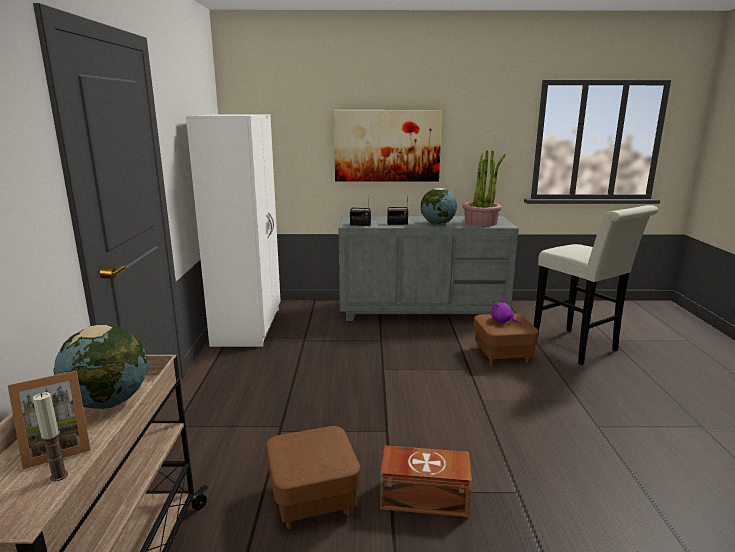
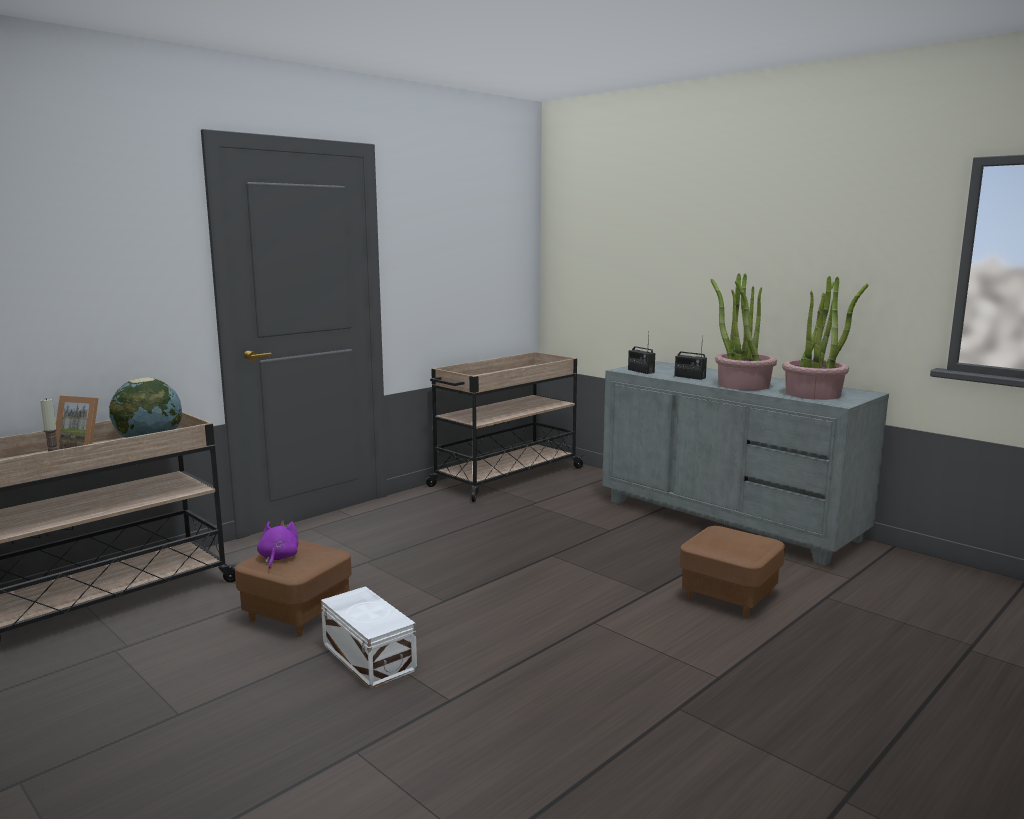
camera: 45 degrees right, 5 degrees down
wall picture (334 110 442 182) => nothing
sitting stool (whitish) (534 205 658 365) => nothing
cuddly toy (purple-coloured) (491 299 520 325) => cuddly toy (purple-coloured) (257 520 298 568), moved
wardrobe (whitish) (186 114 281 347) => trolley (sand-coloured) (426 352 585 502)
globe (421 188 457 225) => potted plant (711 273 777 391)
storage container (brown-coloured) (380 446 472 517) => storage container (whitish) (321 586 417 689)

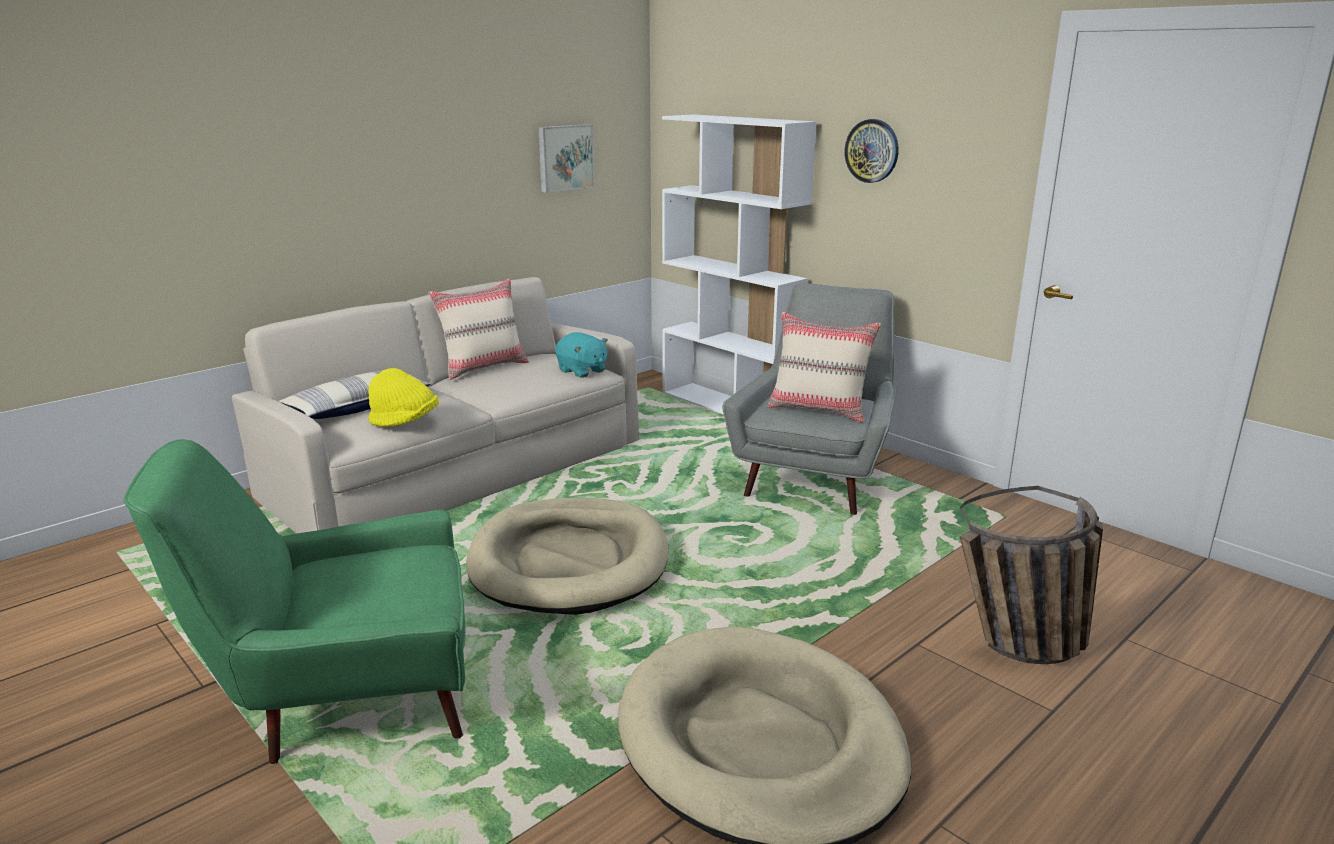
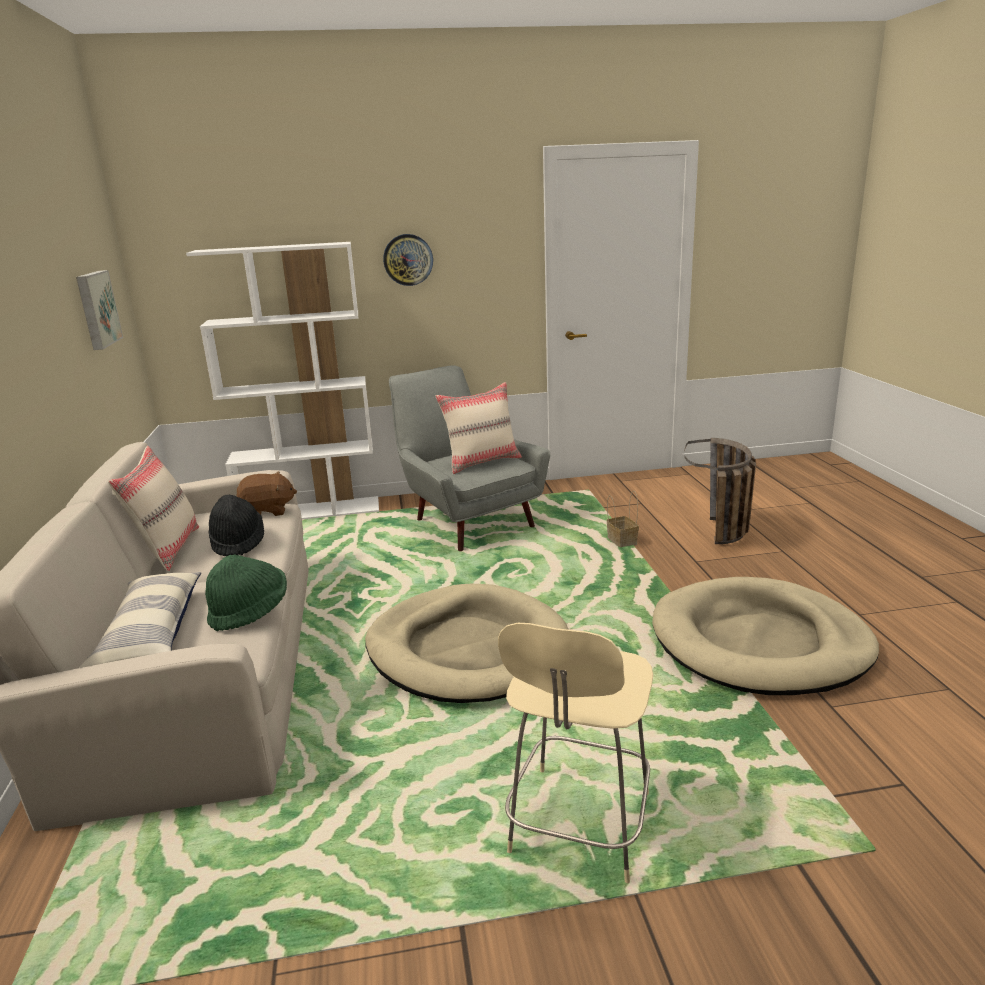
camera: 55 degrees left, 0 degrees up
nothing => clothing hat (black) (209 495 264 556)
nothing => household basket (607 491 639 547)
armchair (green) (124 439 466 764) => sitting stool (sand-coloured) (498 623 653 883)
clothing hat (yellowish) (368 368 439 427) => clothing hat (green) (205 554 287 631)
cuddly toy (turquoise) (555 332 608 378) => cuddly toy (brown-coloured) (237 472 297 516)

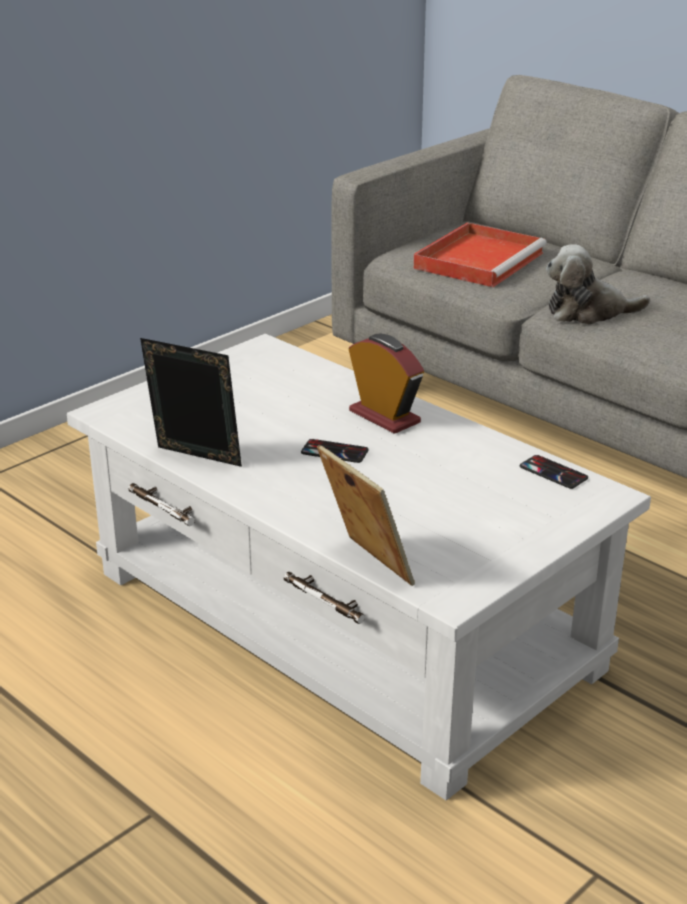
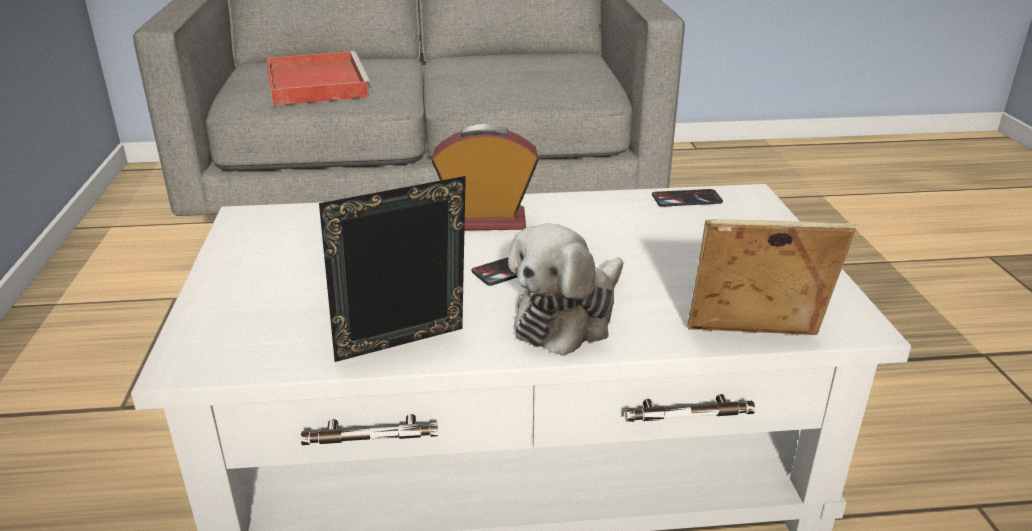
camera: 50 degrees left, 0 degrees up
cuddly toy (546 244 650 325) => cuddly toy (508 223 623 356), moved

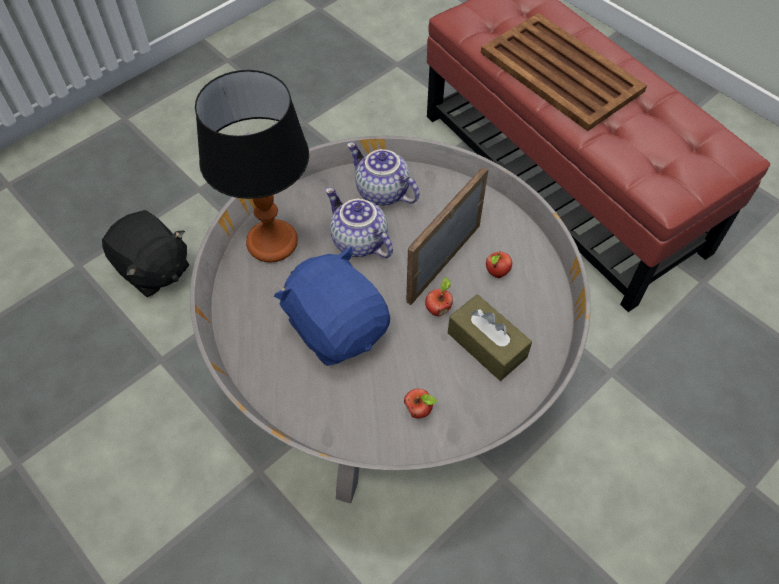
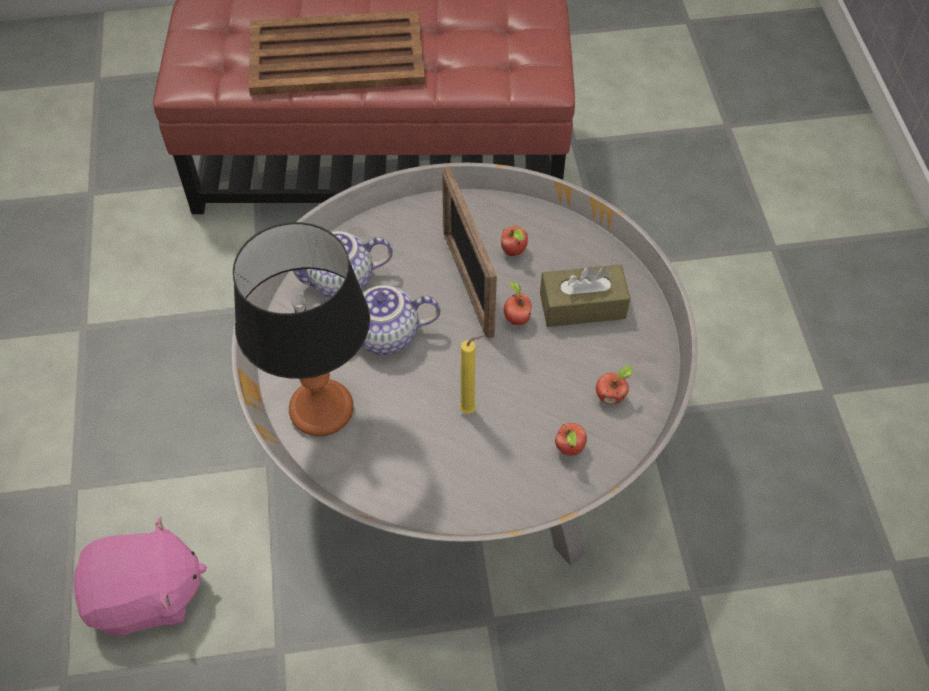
camera: 55 degrees left, 0 degrees up
nothing => apple fruit (555 423 587 456)
cuddly toy (blue) (274 247 390 366) => wax light (yellowish) (460 336 483 414)
cuddly toy (black) (102 210 190 297) => cuddly toy (pink) (74 516 207 636)

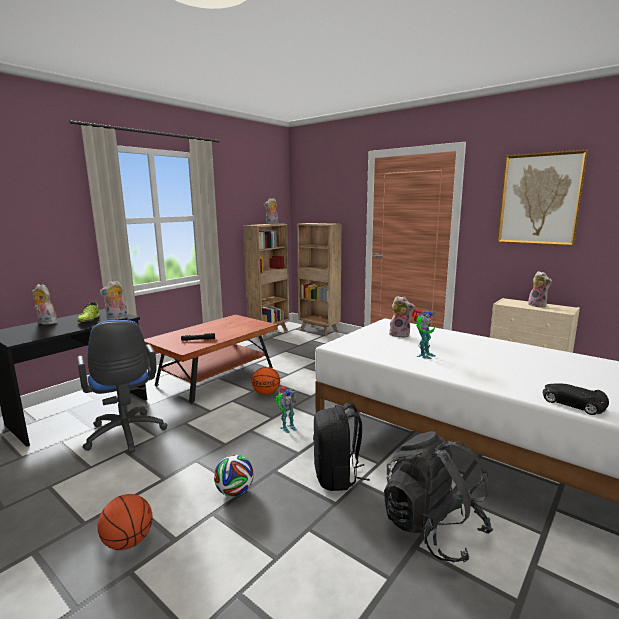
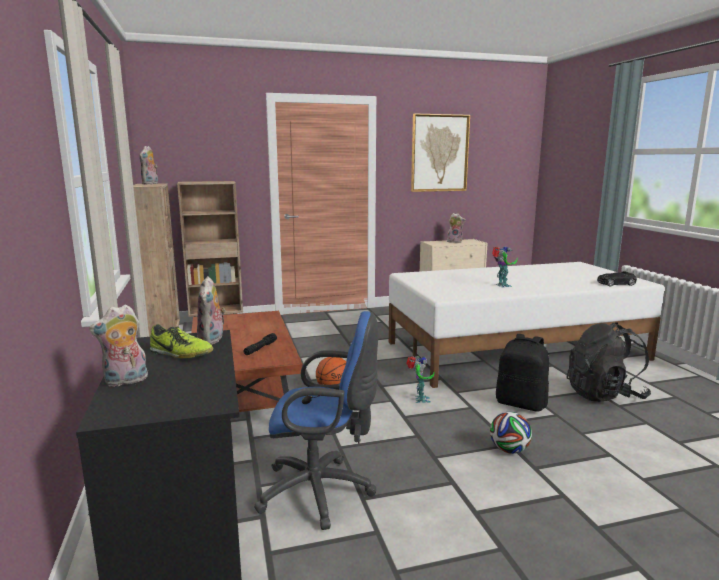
camera: 55 degrees left, 0 degrees up
basketball (98 494 152 550) => nothing
cuddly toy (389 296 415 338) => nothing

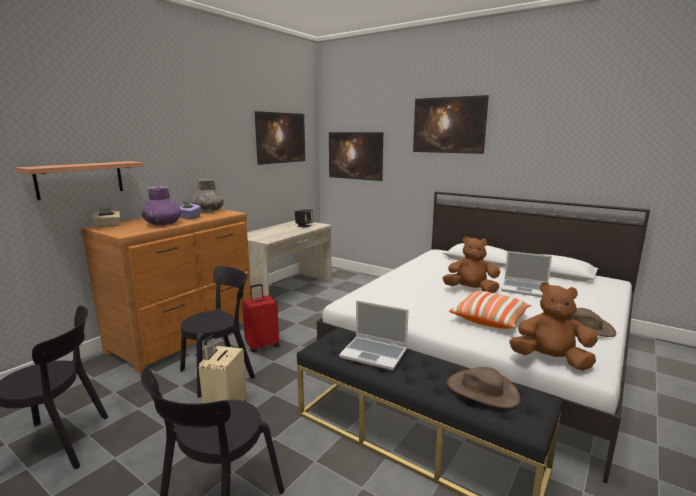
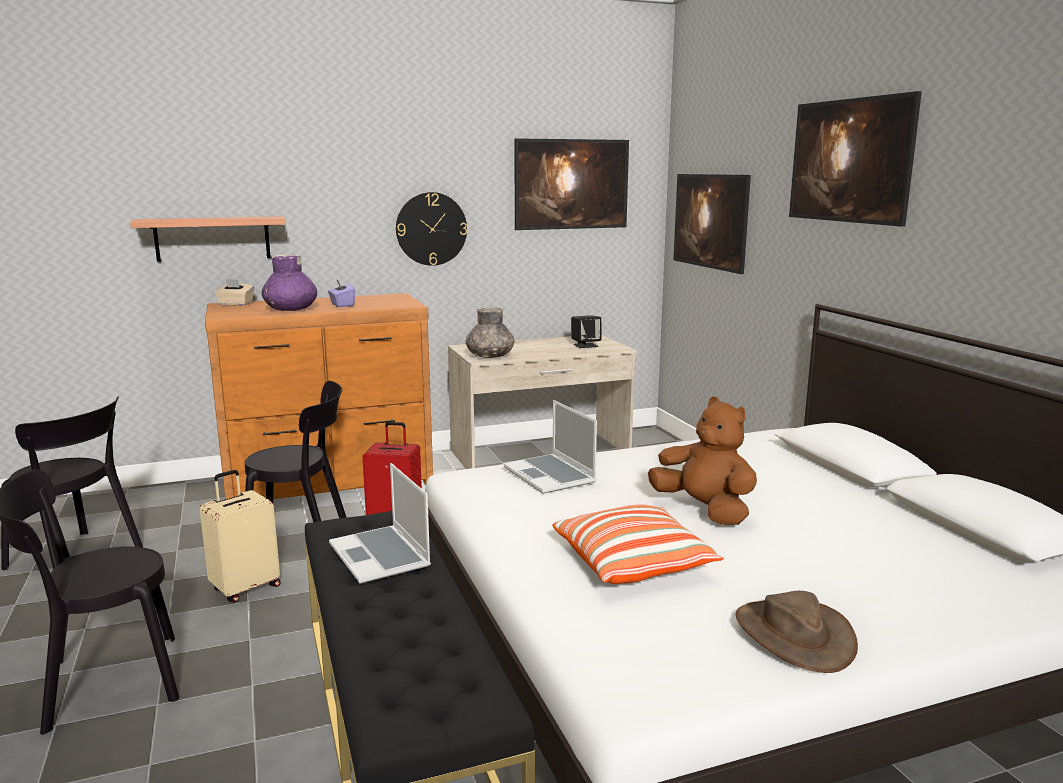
camera: 35 degrees right, 0 degrees up
clothing hat (brown-coloured) (447 367 520 408) => nothing
cuddly toy (brown-coloured) (509 282 598 371) => nothing
nothing => clock on the wall (396 192 467 266)
decorative vase (gray) (191 179 224 212) => decorative vase (gray) (466 307 514 358), moved
notebook computer (501 251 552 297) => notebook computer (504 400 597 494), moved

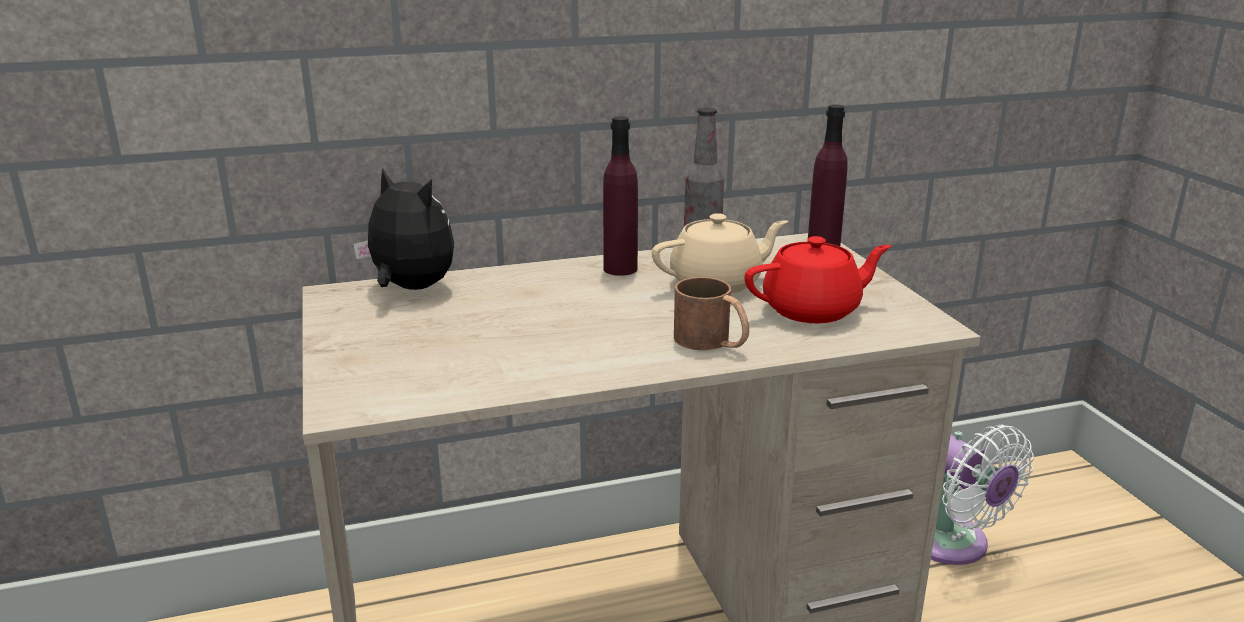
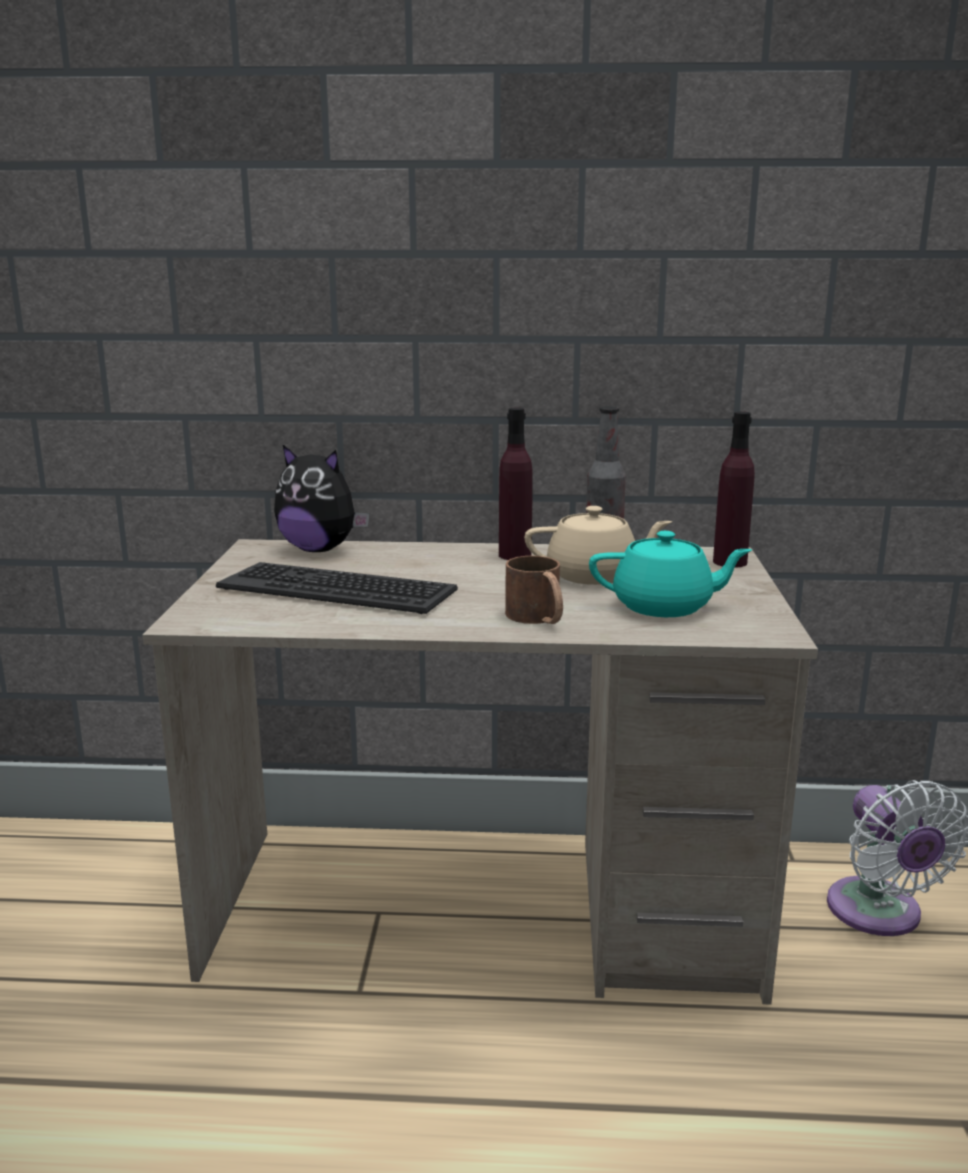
camera: 20 degrees right, 5 degrees down
nothing => computer keyboard (216 562 458 614)
tea pot (reddish) (744 236 892 323) => tea pot (turquoise) (589 531 752 617)
cuddly toy (353 168 454 290) => cuddly toy (274 445 369 552), 150 degrees clockwise

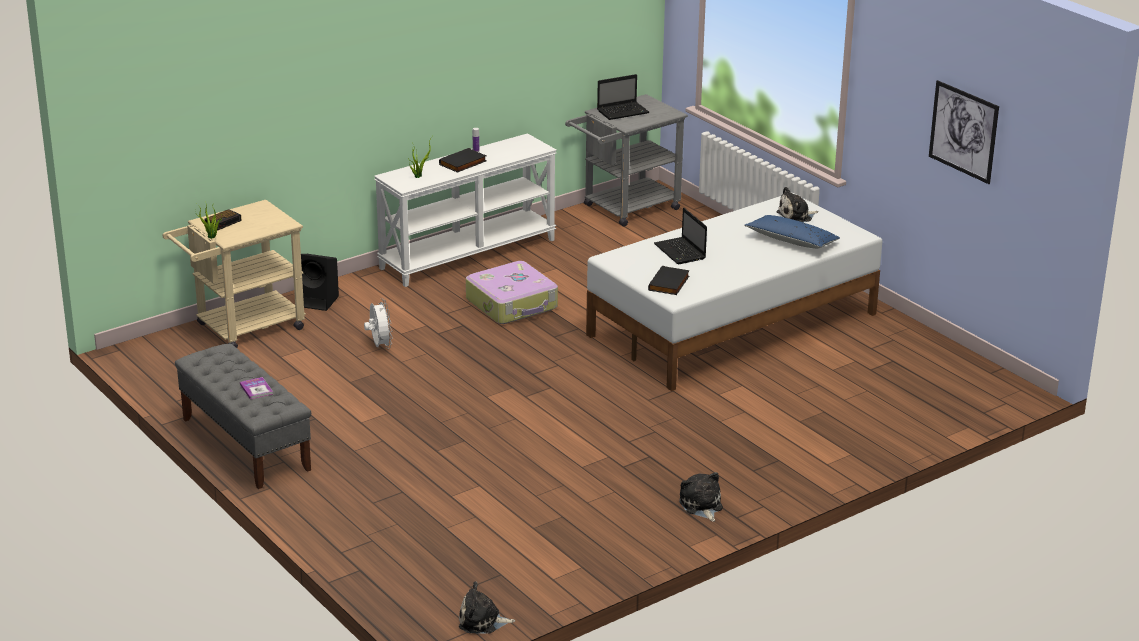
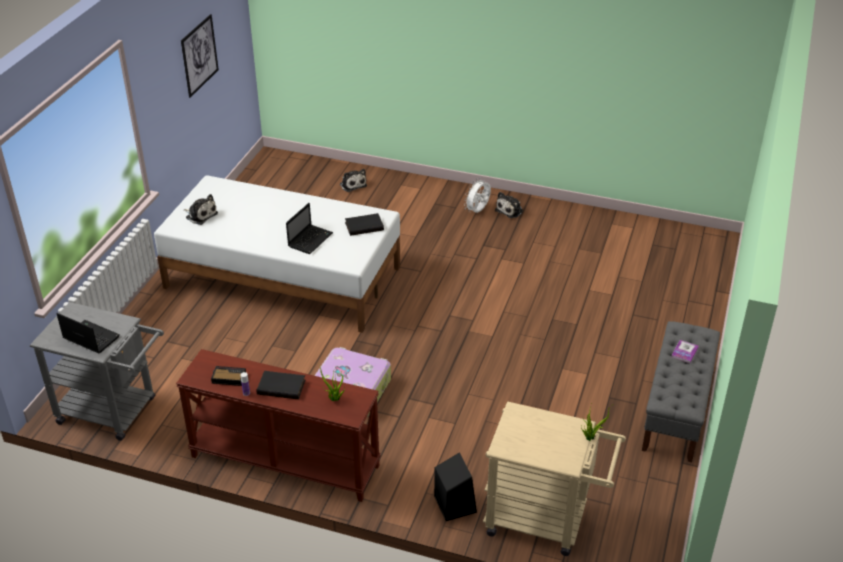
camera: 125 degrees left, 10 degrees up
pillow (blue) (744 215 840 249) => nothing
alarm clock (205 209 242 231) => alarm clock (211 366 246 386), moved
cooling fan (whitish) (364 299 393 349) => cooling fan (whitish) (464 178 491 213), moved
cuddly toy (459 581 515 634) => cuddly toy (340 169 367 192), moved
hall table (whitish) (374 133 557 287) => hall table (brown-coloured) (176 349 381 502)

